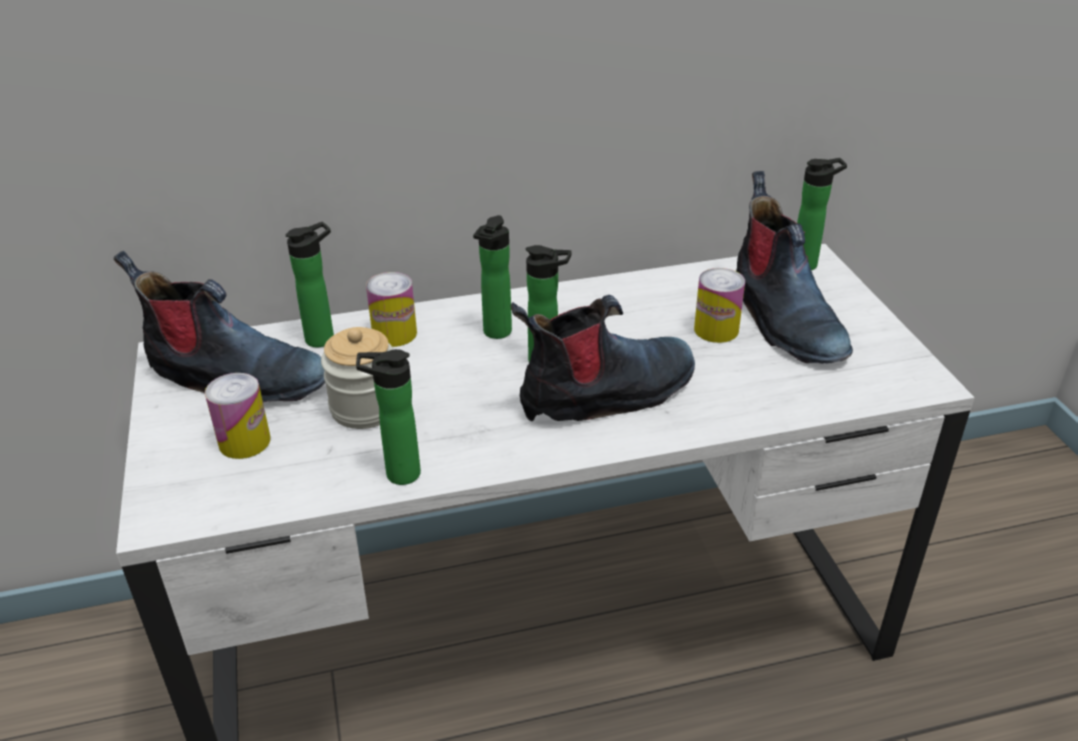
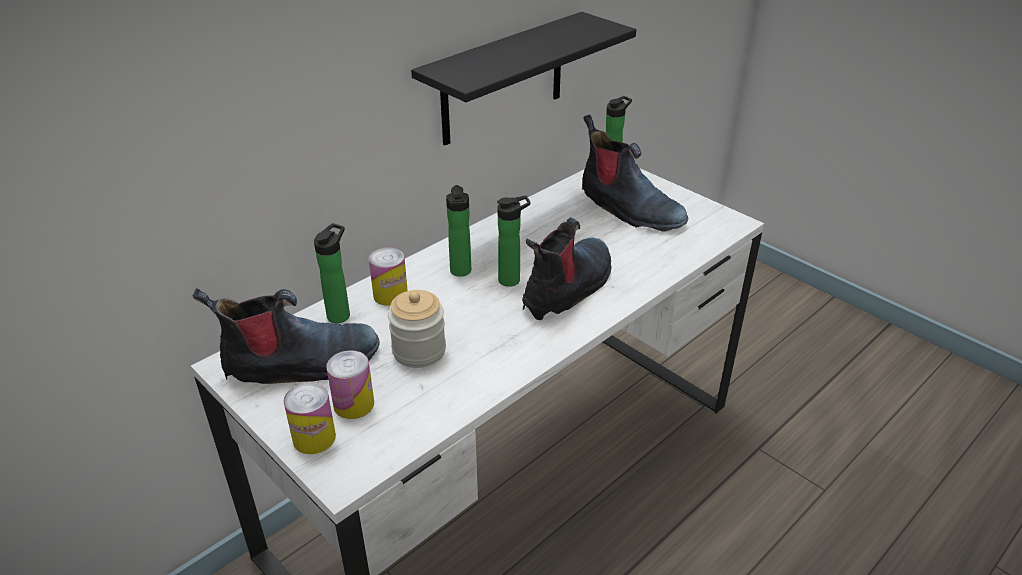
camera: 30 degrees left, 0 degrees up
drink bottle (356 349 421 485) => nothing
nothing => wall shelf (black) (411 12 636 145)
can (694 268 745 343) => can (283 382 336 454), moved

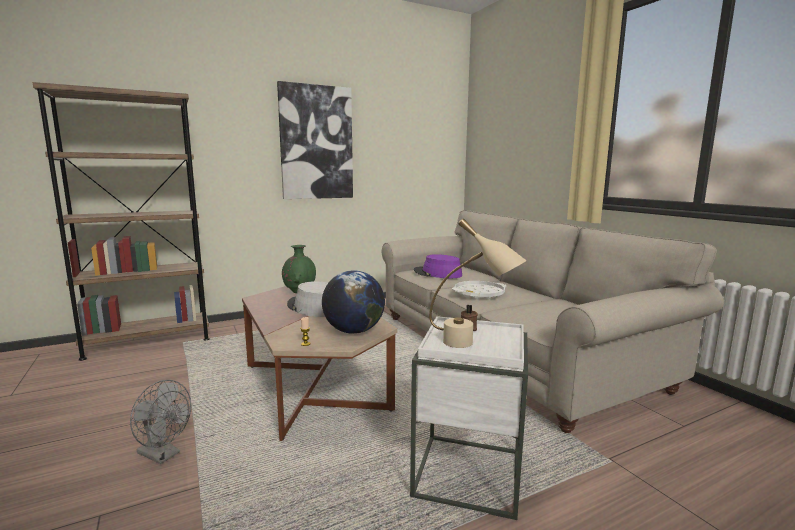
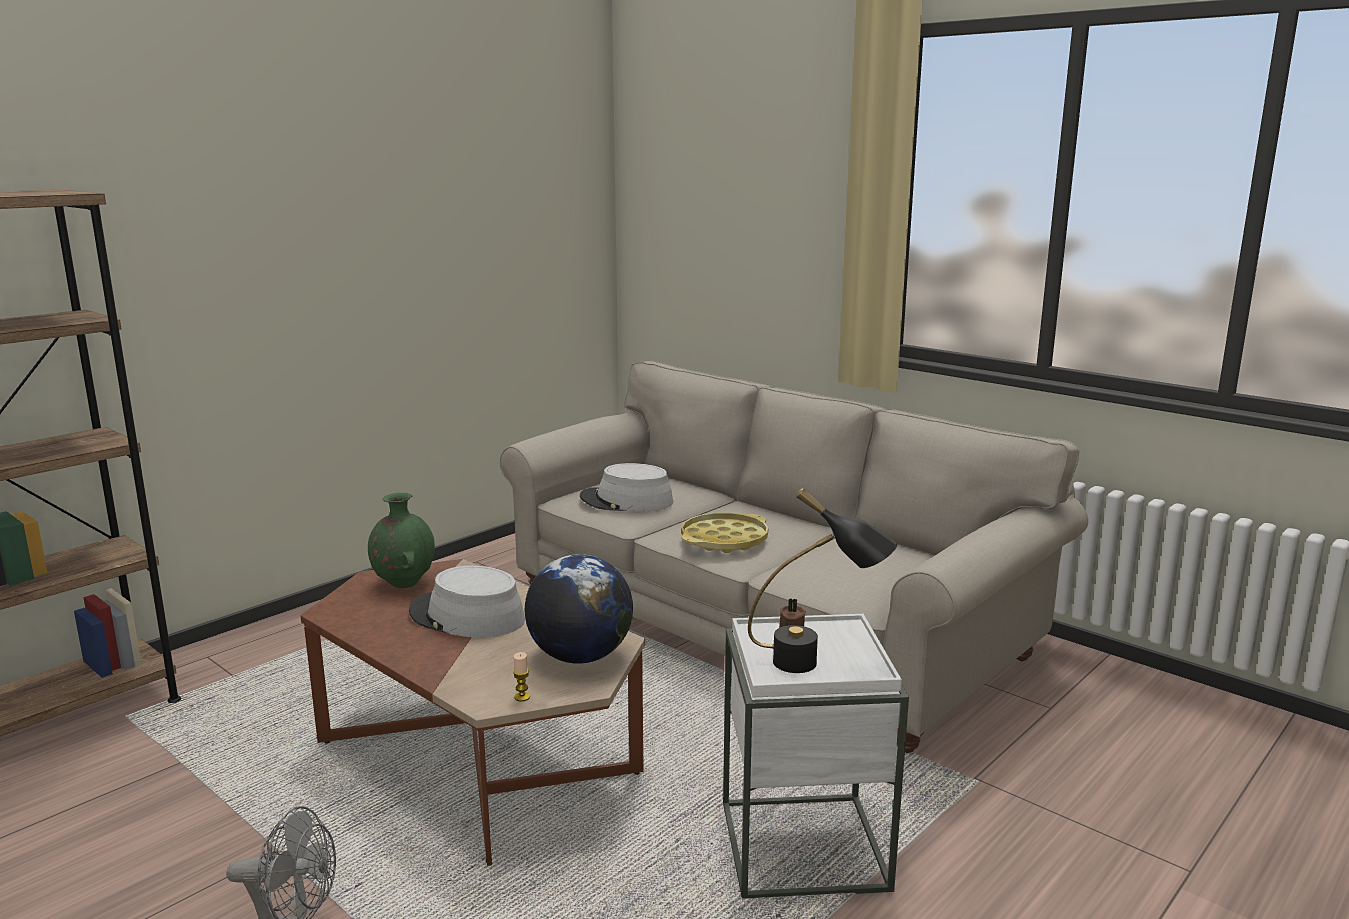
camera: 20 degrees left, 5 degrees up
wall picture (277 81 353 199) => nothing
clothing hat (purple-coloured) (414 254 462 278) => clothing hat (gray) (580 463 673 511)
table lamp (sand-coloured) (429 219 527 348) => table lamp (black) (748 488 897 673)
carrying tray (whitish) (452 281 507 299) => carrying tray (yellowish) (681 513 768 553)

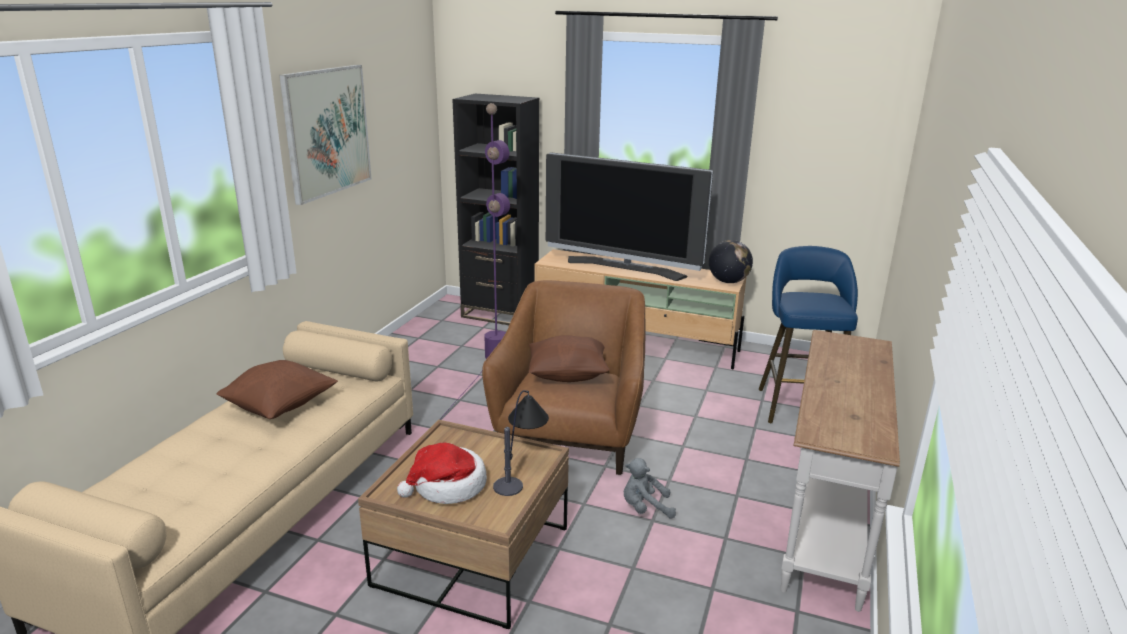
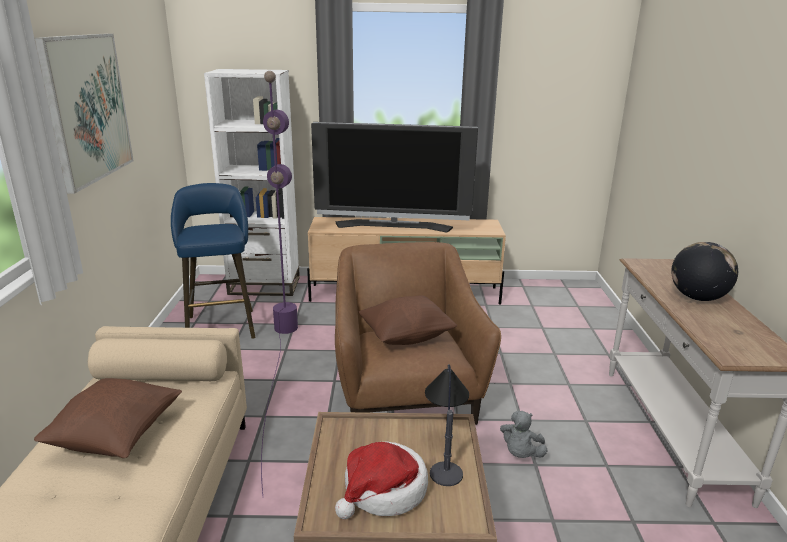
camera: 20 degrees left, 0 degrees up
globe (709 240 753 283) => globe (671 242 738 301), moved
sitting stool (blue) (759 246 858 423) => sitting stool (blue) (171 183 255 339), moved
shelving unit (black) (452 94 540 325) => shelving unit (whitish) (204 69 300 296)
cuddly toy (gray) (624 458 676 519) => cuddly toy (gray) (500 411 547 458), 45 degrees counterclockwise

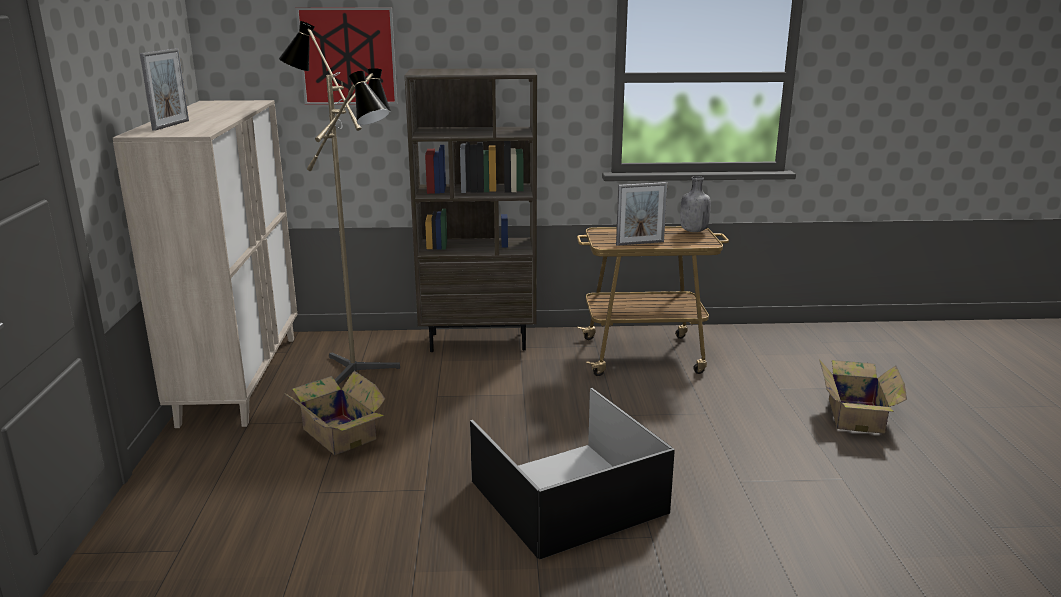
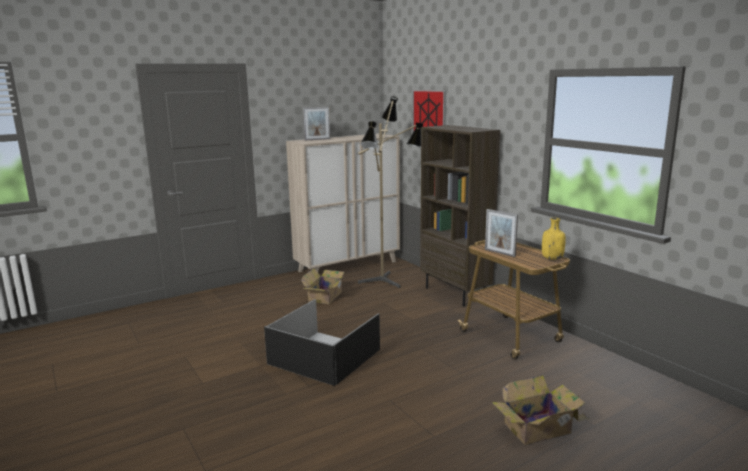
camera: 60 degrees right, 5 degrees down
drink bottle (gray) (680 176 711 232) => drink bottle (yellowish) (542 218 566 260)

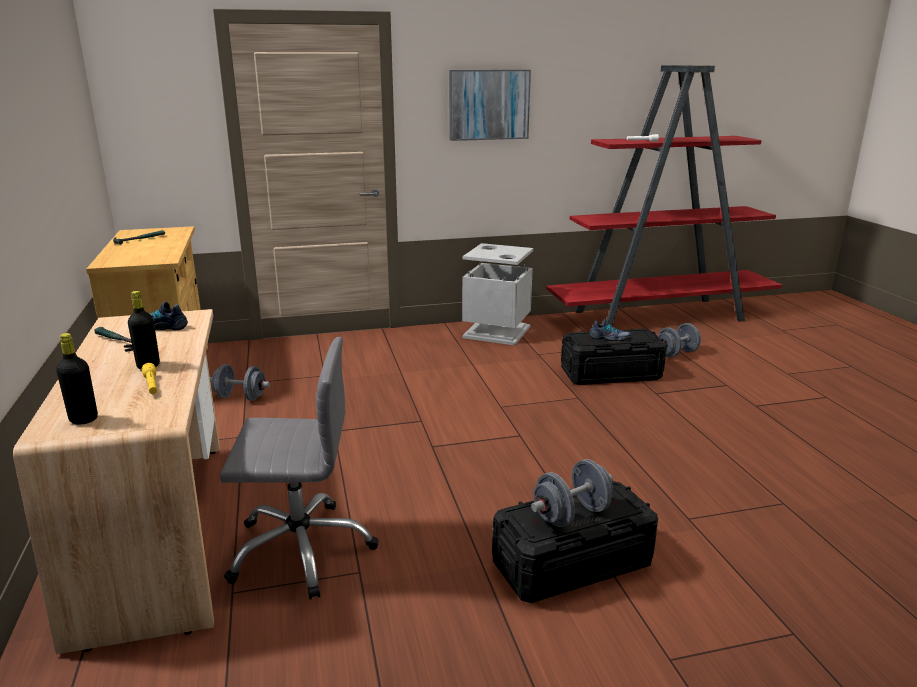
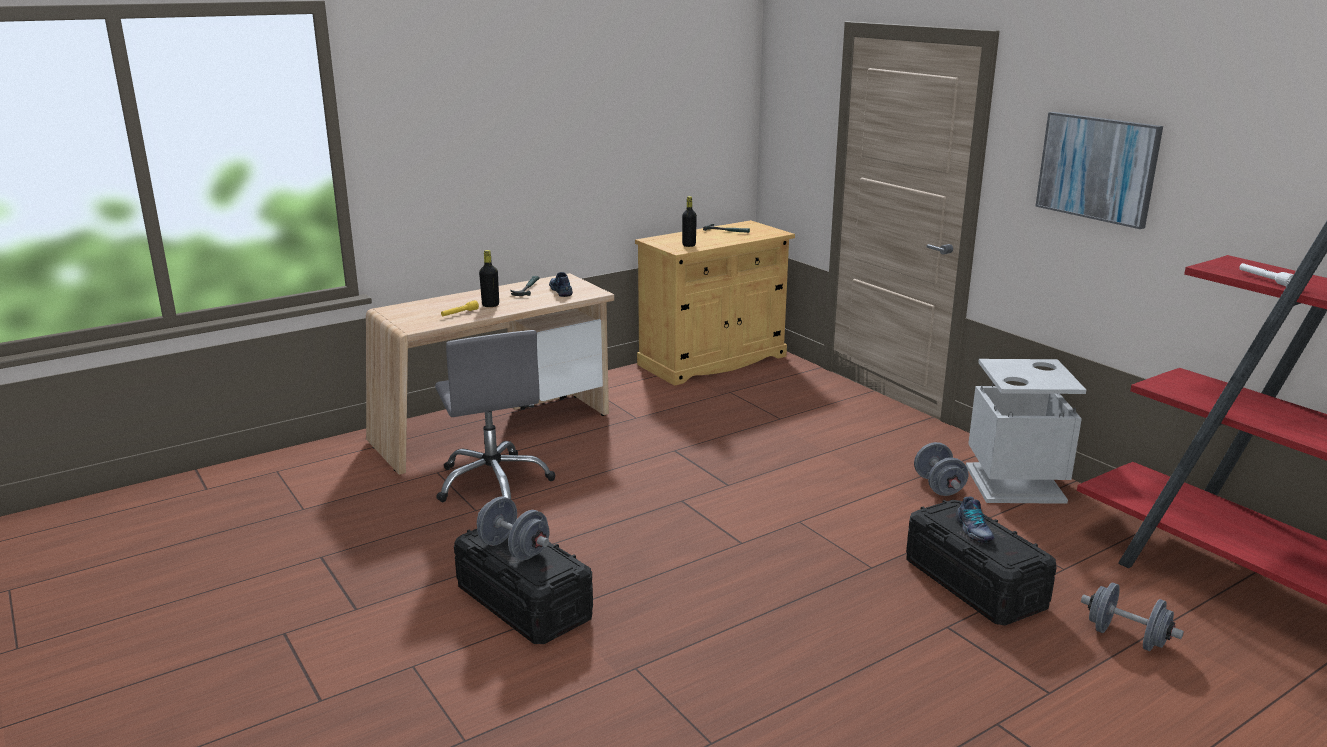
camera: 70 degrees right, 0 degrees up
drink bottle (black) (56 333 98 424) => drink bottle (black) (682 196 697 247), moved
hand weight (gray) (210 364 270 401) => hand weight (gray) (914 442 968 496), moved

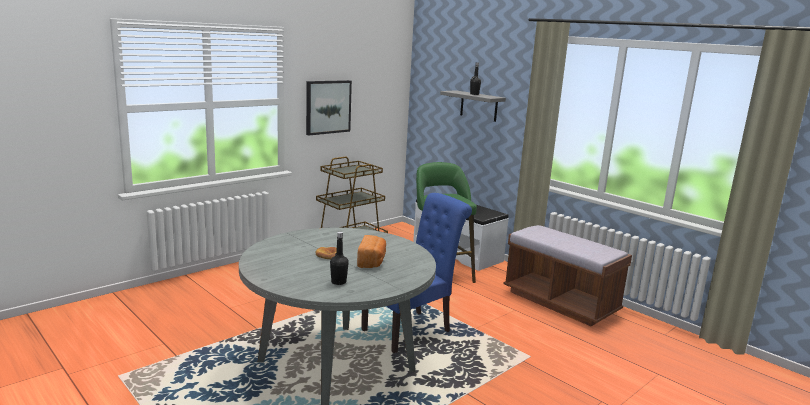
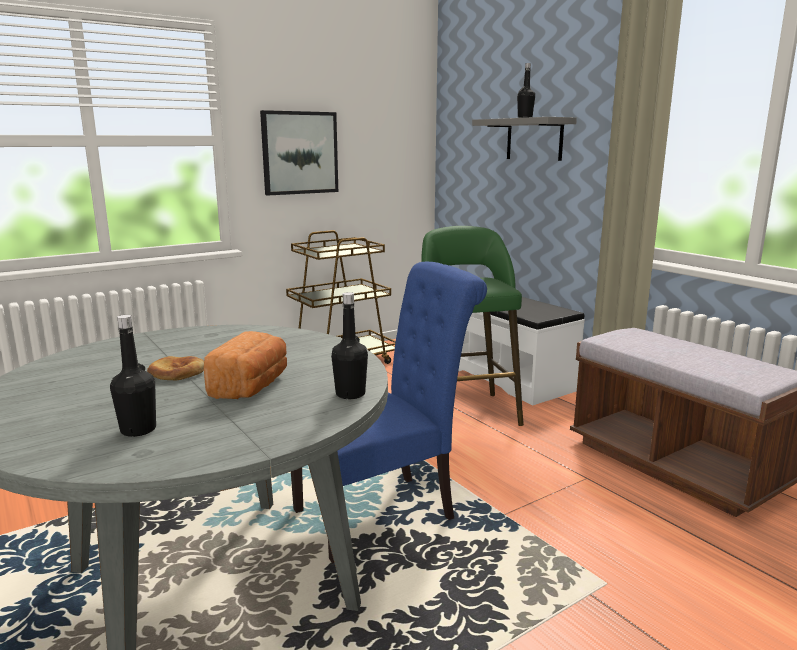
camera: 10 degrees right, 0 degrees up
nothing => drink bottle (black) (331 292 368 399)

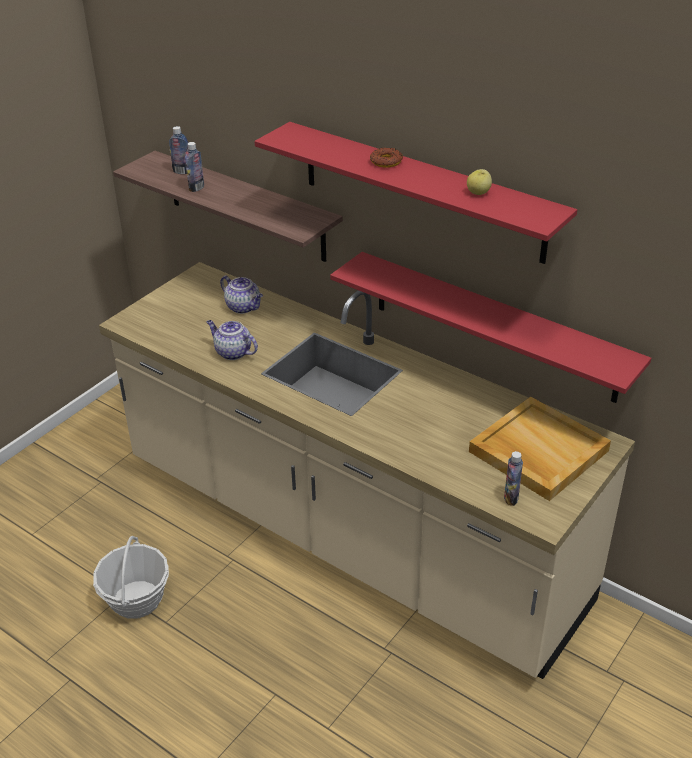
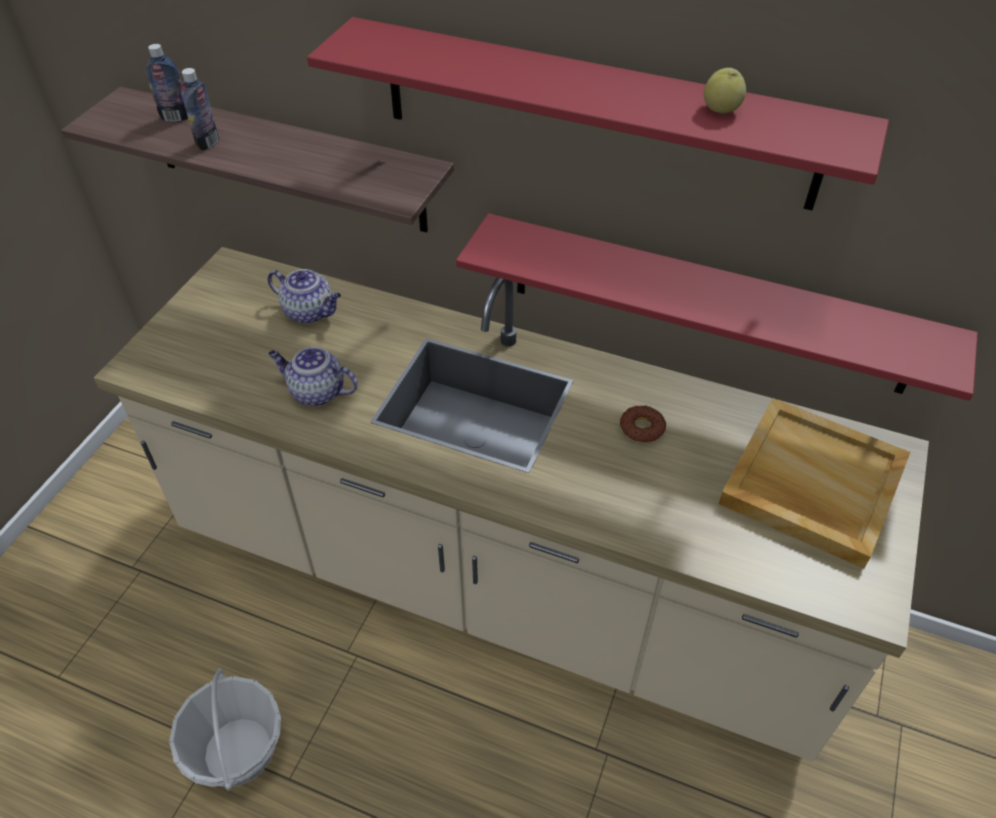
camera: 15 degrees left, 10 degrees up
drink bottle (504 451 523 506) => nothing
donut (370 148 403 168) => donut (620 405 666 443), moved

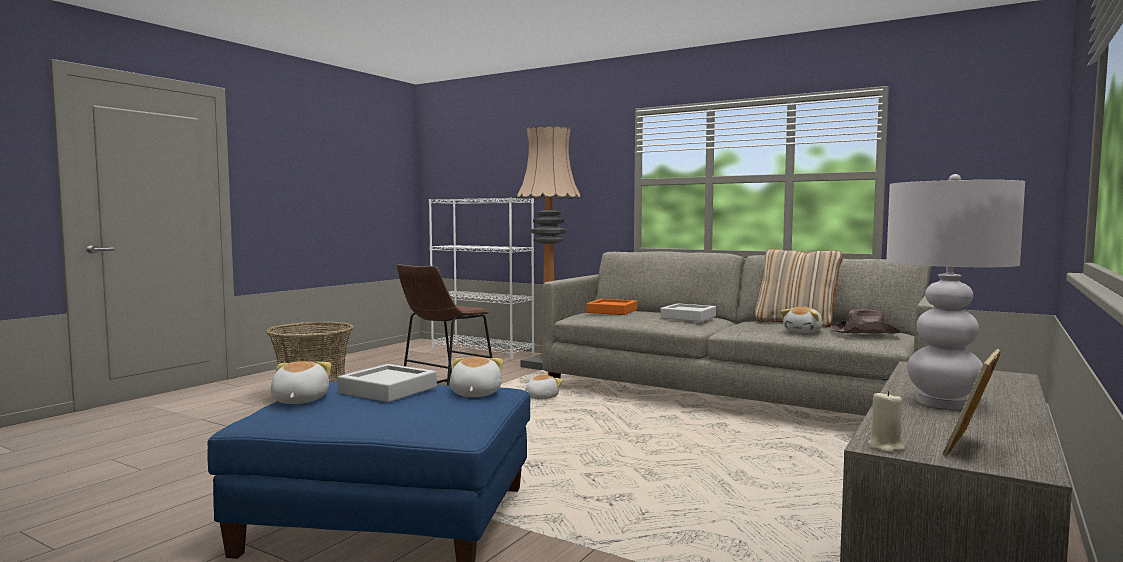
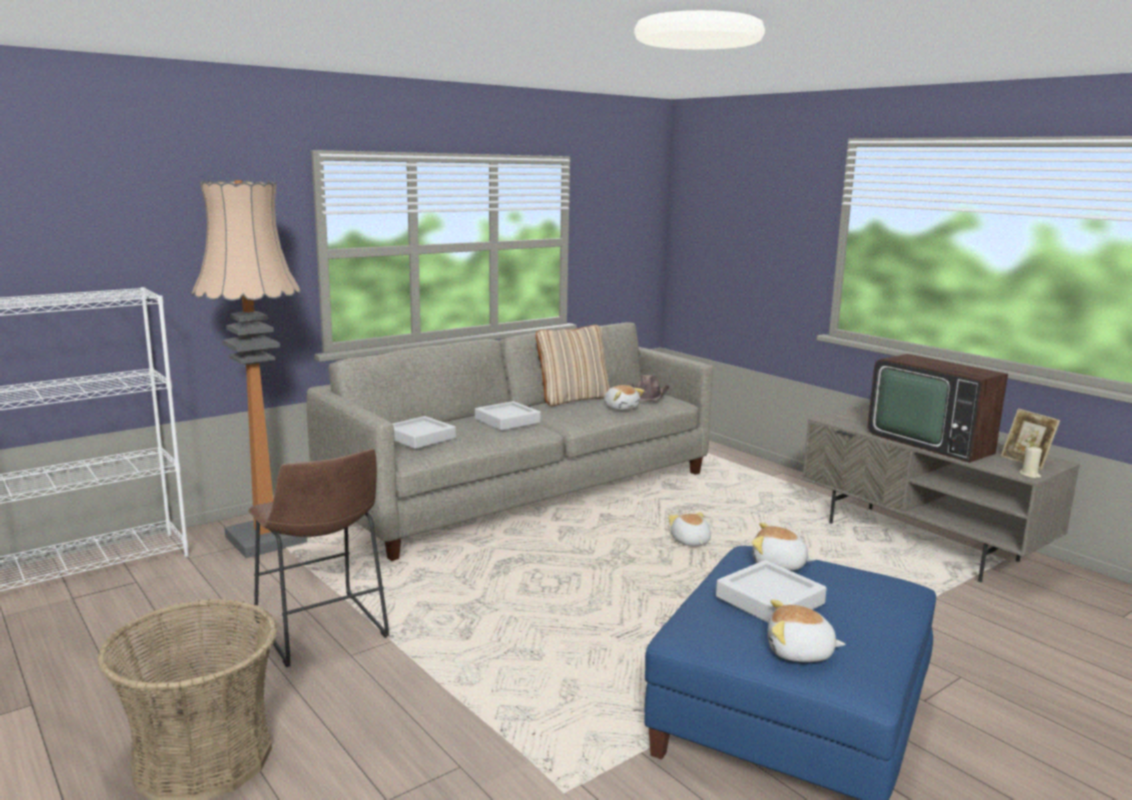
camera: 70 degrees left, 10 degrees up
cuddly toy (525 374 563 399) => cuddly toy (668 512 711 546), moved
table lamp (whitish) (886 174 1025 409) => television (868 354 1008 463)
carrying tray (orangey) (587 299 637 315) => carrying tray (gray) (393 416 456 449)

